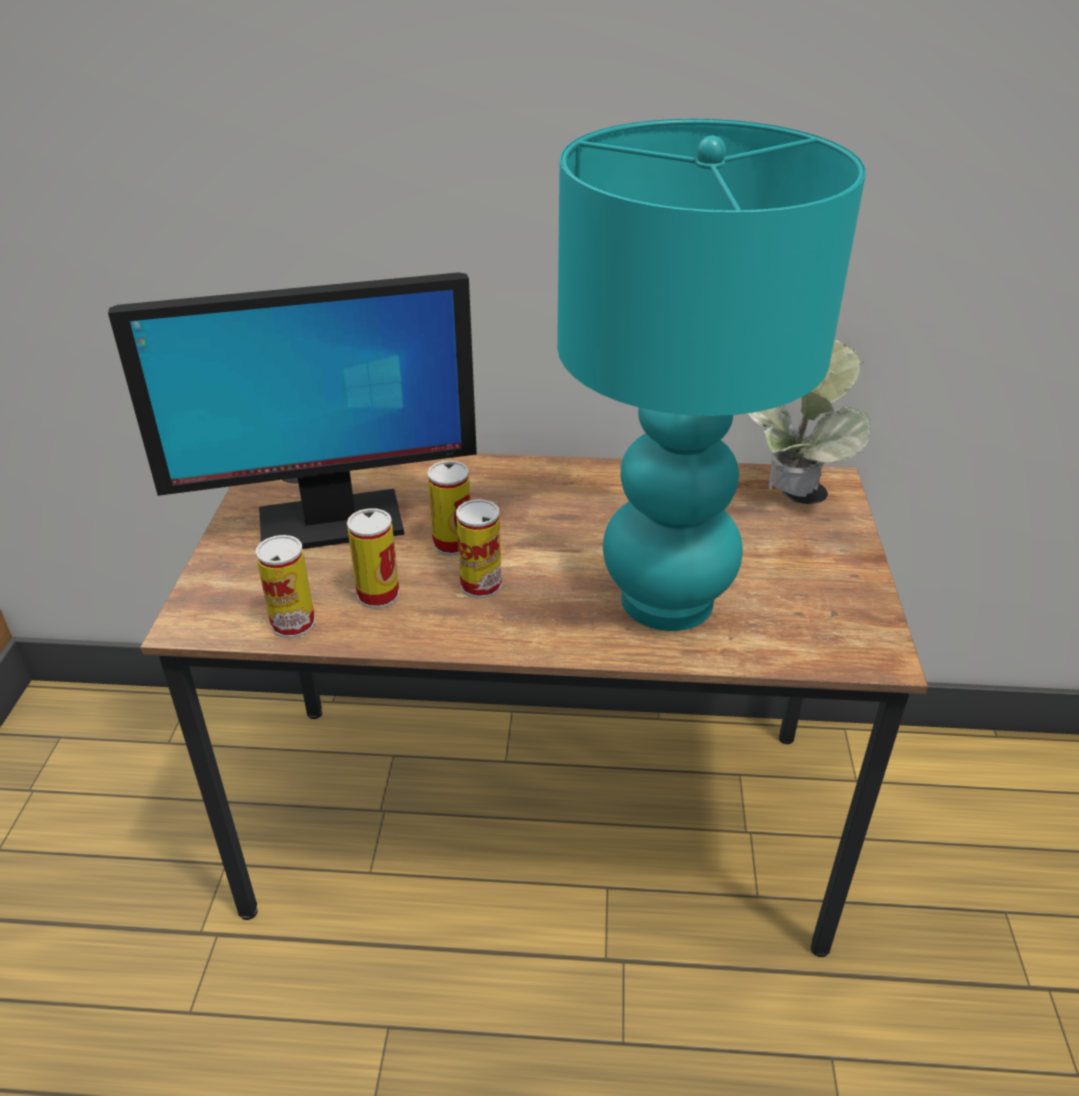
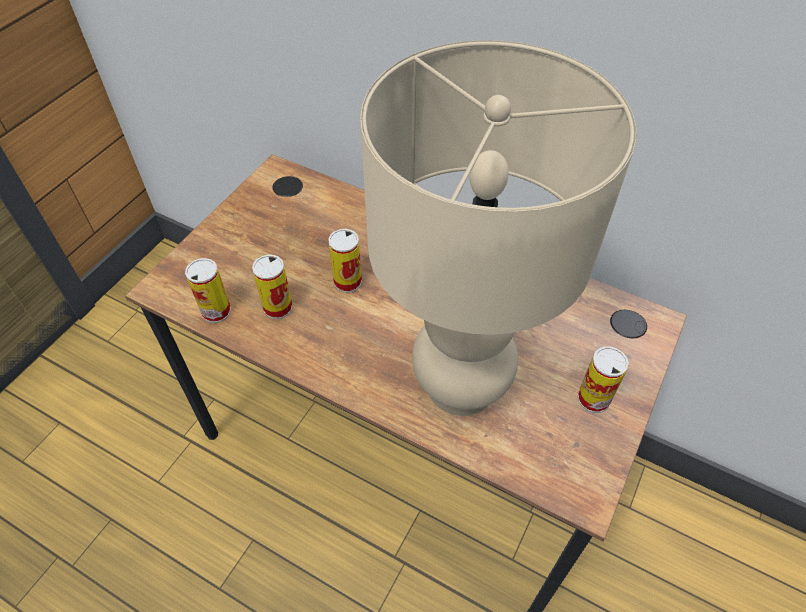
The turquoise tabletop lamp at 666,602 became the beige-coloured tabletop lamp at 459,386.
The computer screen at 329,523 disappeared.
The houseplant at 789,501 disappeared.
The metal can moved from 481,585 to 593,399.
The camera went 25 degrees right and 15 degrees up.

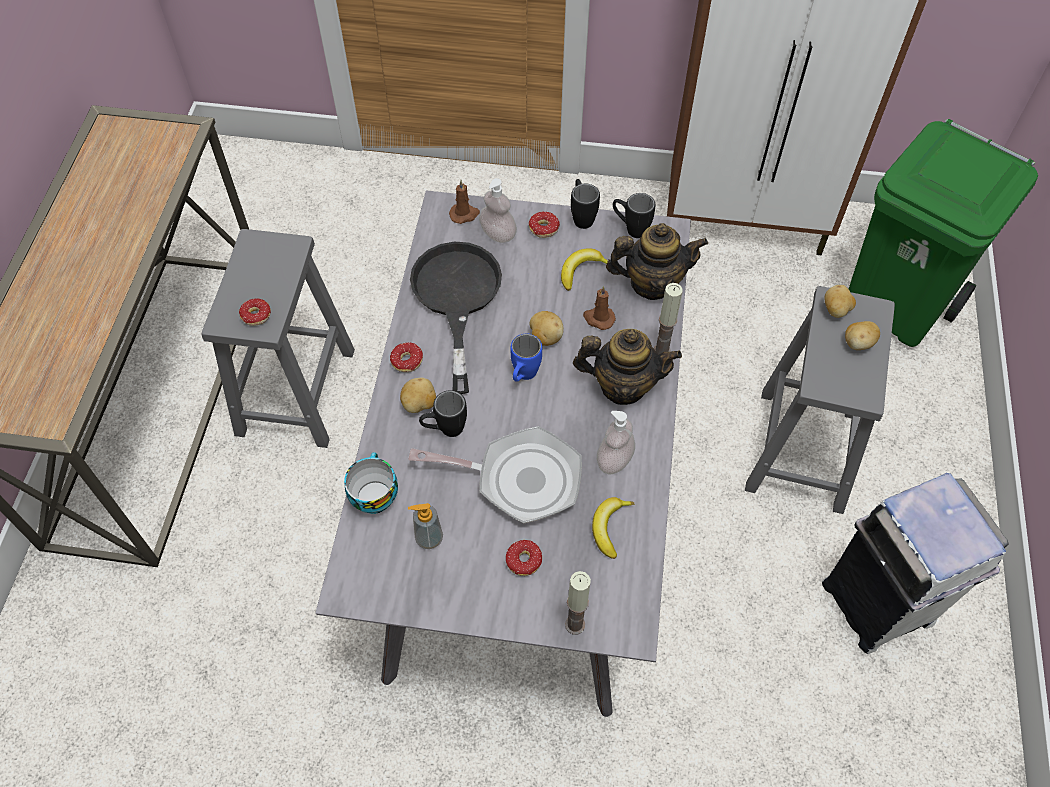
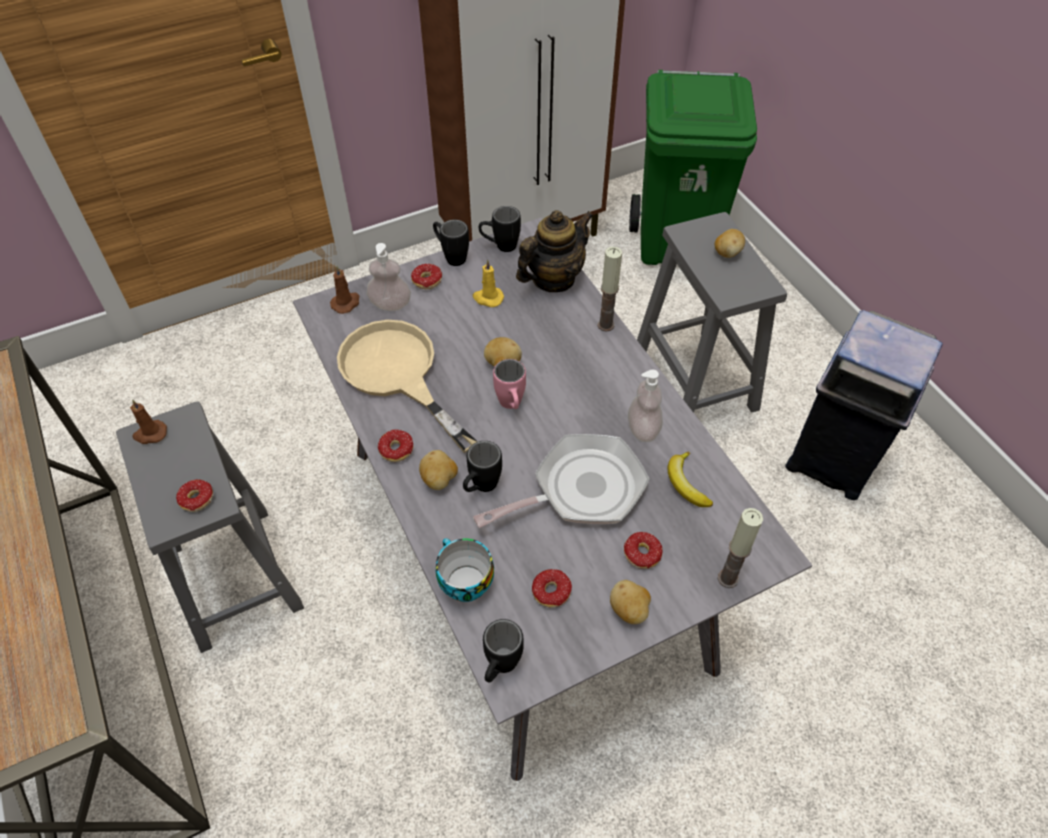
The black frying pan at 456,298 became the beige-coloured frying pan at 397,374.
The whole banana at 581,271 was replaced by the yellowish wax light at 487,298.
The spud moved from 836,310 to 629,610.
The brown wax light moved from 598,318 to 150,434.
The pot for tea at 623,385 disappeared.
The blue-coloured tea mug at 523,377 became the pink tea mug at 511,406.
The white trash can at 878,605 became the blue-coloured trash can at 834,460.
The soap dispenser at 429,538 was replaced by the donut at 545,587.
The black tea mug at 500,668 appeared.
The camera went 35 degrees left and 5 degrees down.

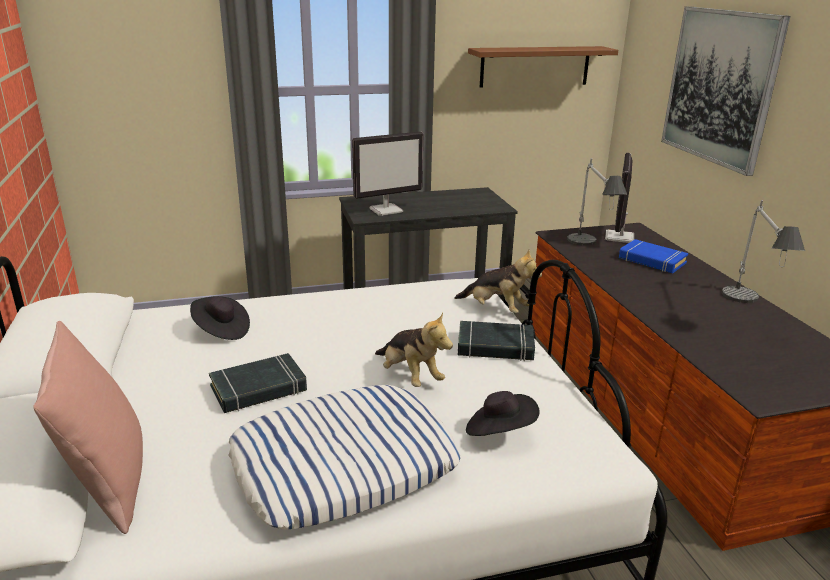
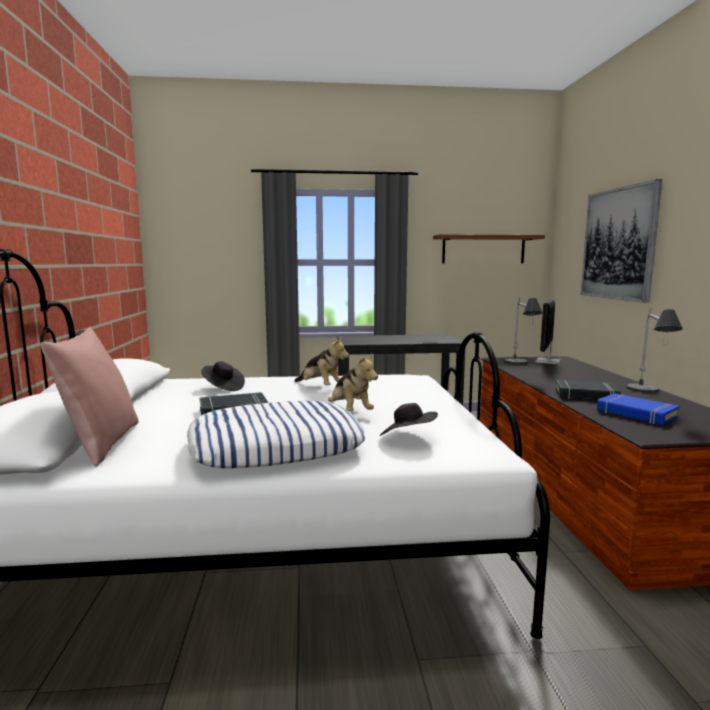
The computer screen at 386,210 disappeared.
The blue-coloured volume moved from 651,261 to 636,414.
The plush toy moved from 496,309 to 320,387.
The black volume moved from 495,347 to 586,395.
The camera went 10 degrees right and 15 degrees down.

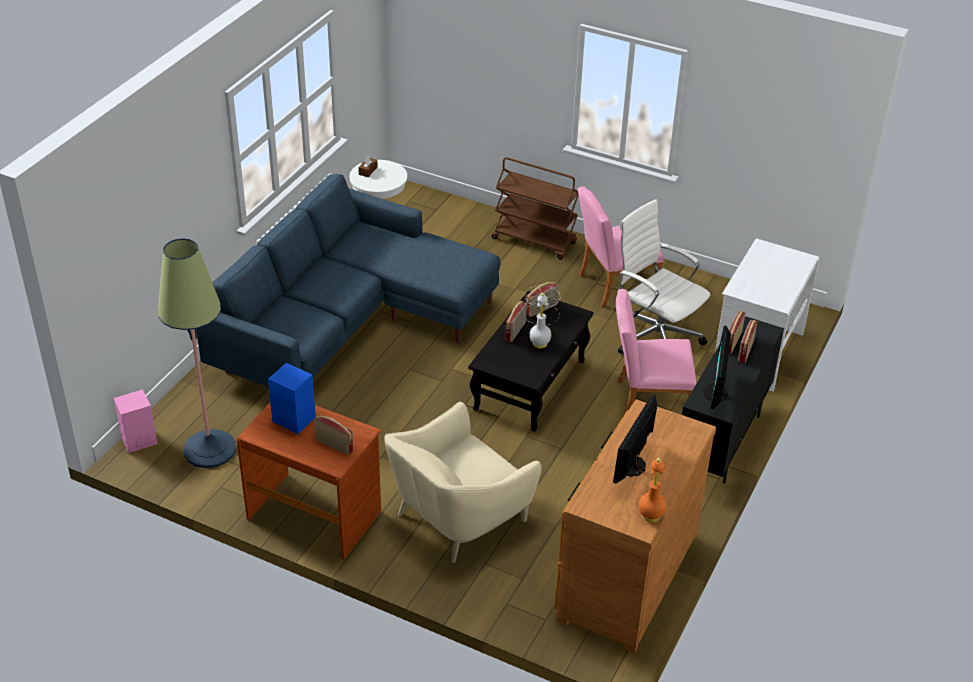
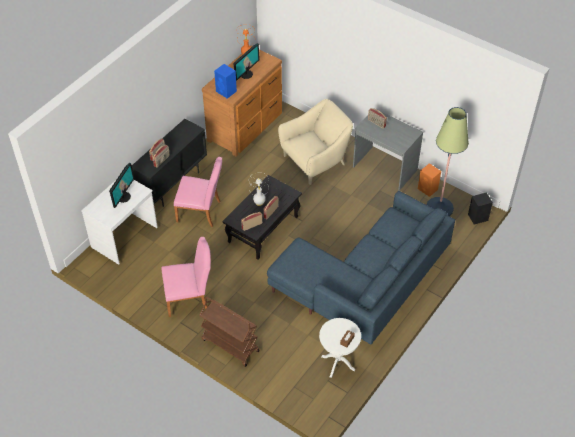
The white desk chair at 655,337 disappeared.
The computer screen moved from 716,393 to 123,197.
The blue-coloured audio speaker moved from 293,419 to 226,91.
The pink audio speaker at 138,440 became the black audio speaker at 478,217.
The brown desk at 315,514 became the greyish desk at 384,168.
The orangey audio speaker at 428,189 appeared.
The camera went 170 degrees left and 10 degrees up.

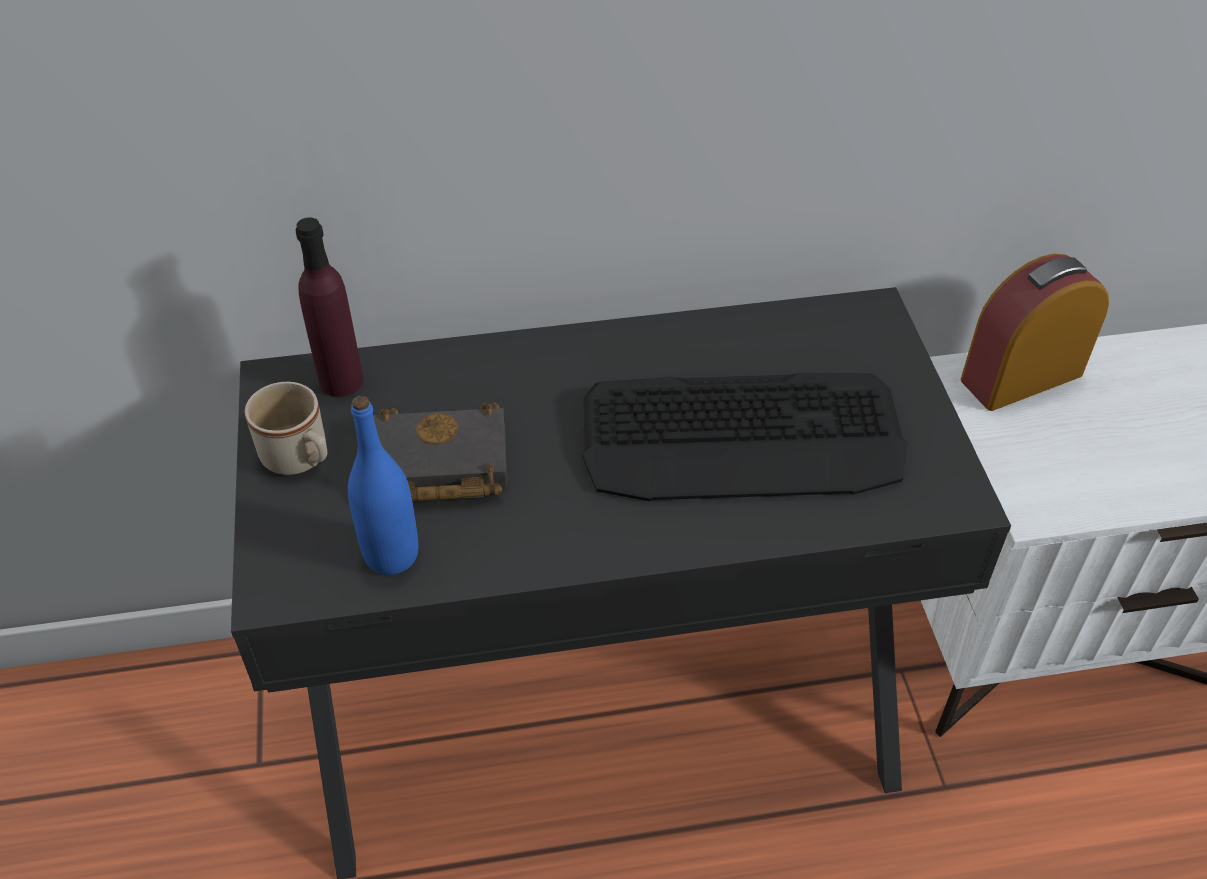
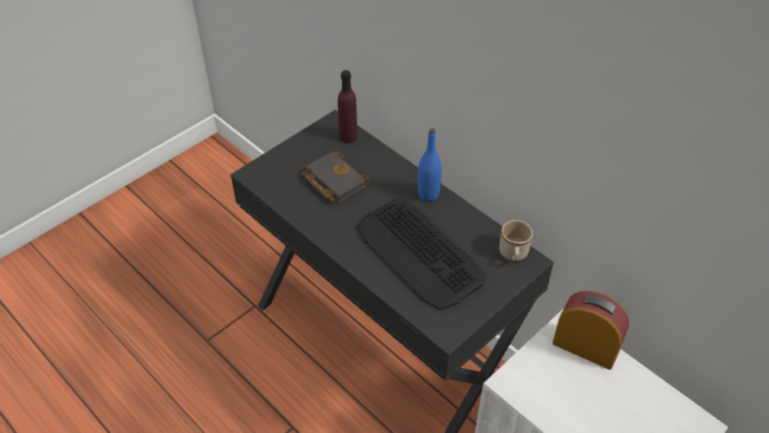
The beige-coloured tea mug moved from 301,459 to 513,255.
The blue-coloured beverage bottle moved from 391,555 to 428,194.
The camera went 55 degrees right and 0 degrees up.

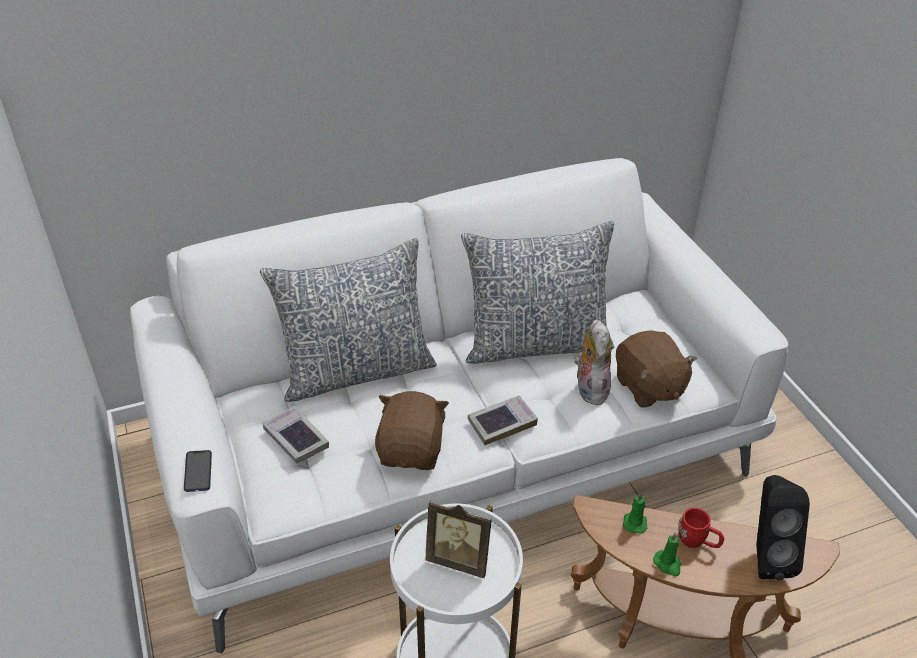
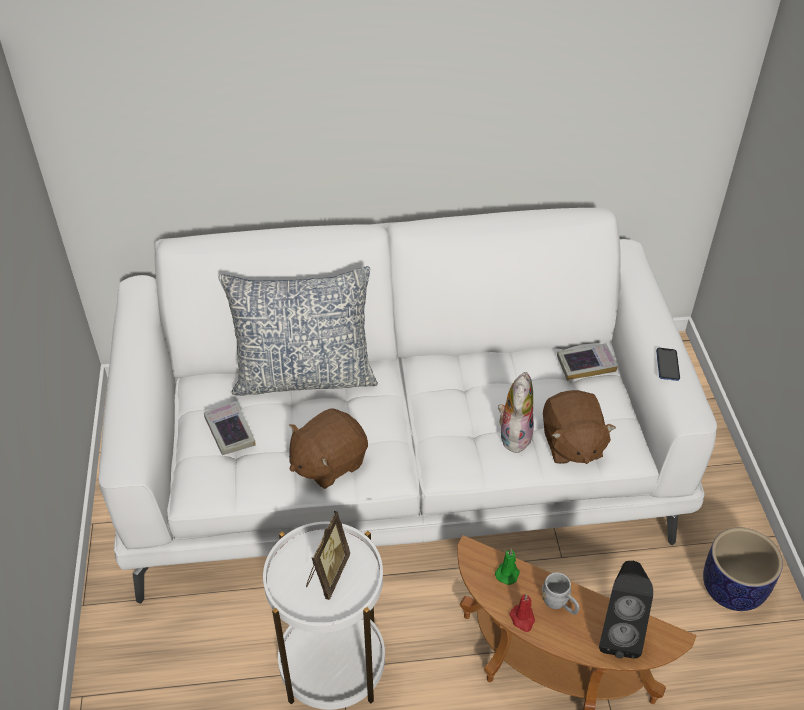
The throw pillow at 536,343 disappeared.
The brown plush toy at 412,450 turned 150 degrees counterclockwise.
The volume moved from 502,423 to 586,364.
The handset moved from 198,472 to 667,365.
The standing frame at 459,559 turned 105 degrees counterclockwise.
The red tea mug at 697,542 became the greyish tea mug at 559,604.
The green-coloured wax light at 668,564 became the red wax light at 522,619.
The planter at 731,588 appeared.
The camera went 15 degrees right and 5 degrees up.

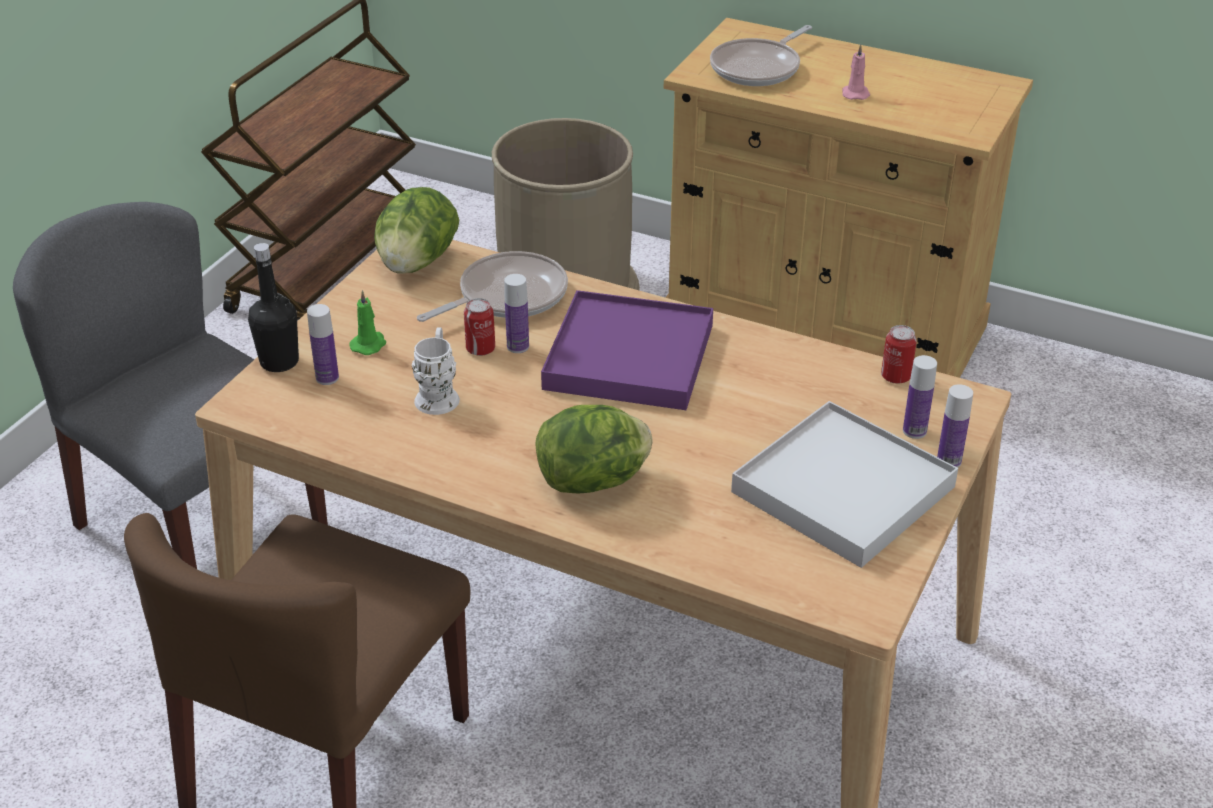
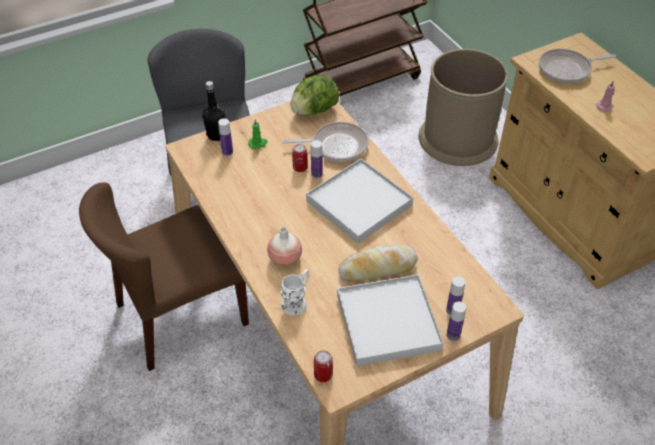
The purple-coloured carrying tray at 628,357 became the white carrying tray at 359,203.
The metal can moved from 895,376 to 323,375.
The white tea mug moved from 438,394 to 297,301.
The lettuce head at 594,481 was replaced by the flower vase at 285,258.
The bread at 377,268 appeared.
The camera went 35 degrees right and 10 degrees up.

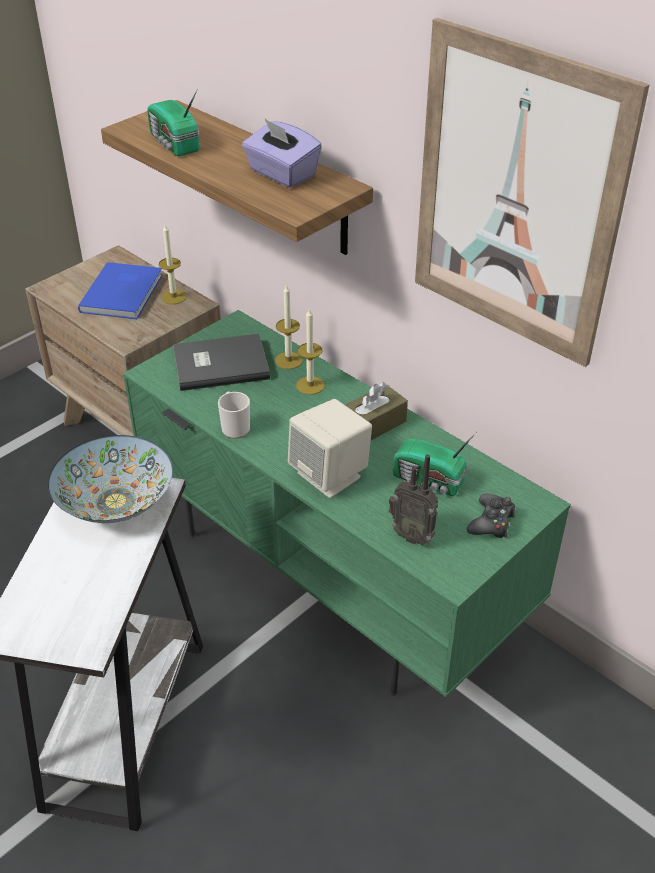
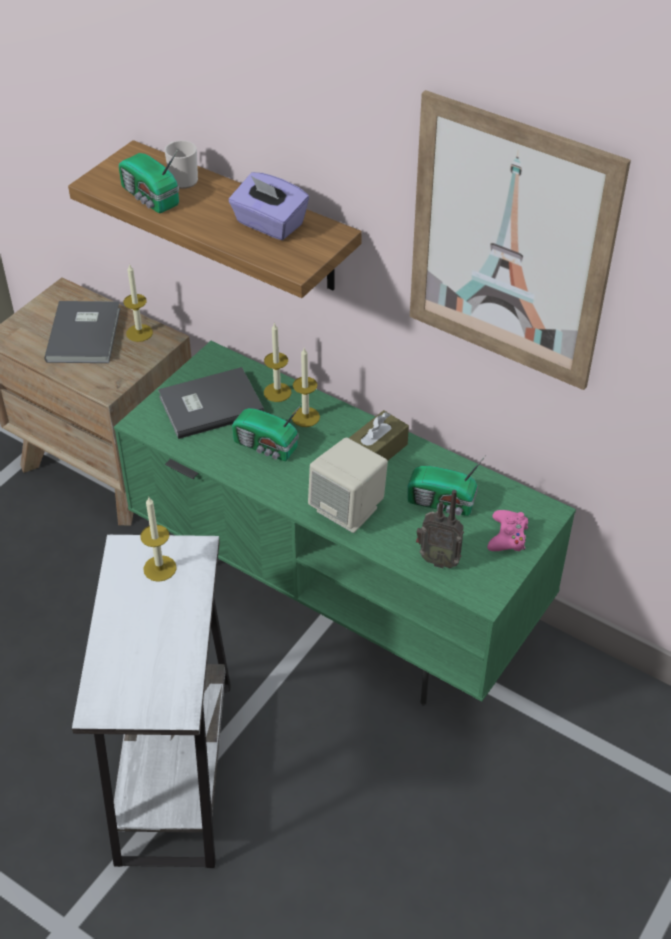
The blue-coloured volume at 124,293 became the greyish volume at 86,334.
The tea mug moved from 234,427 to 182,179.
The bowl at 115,502 was replaced by the wax light at 160,568.
The black game controller at 491,522 became the pink game controller at 507,536.
The radio set at 266,447 appeared.
The camera went 10 degrees left and 5 degrees up.

